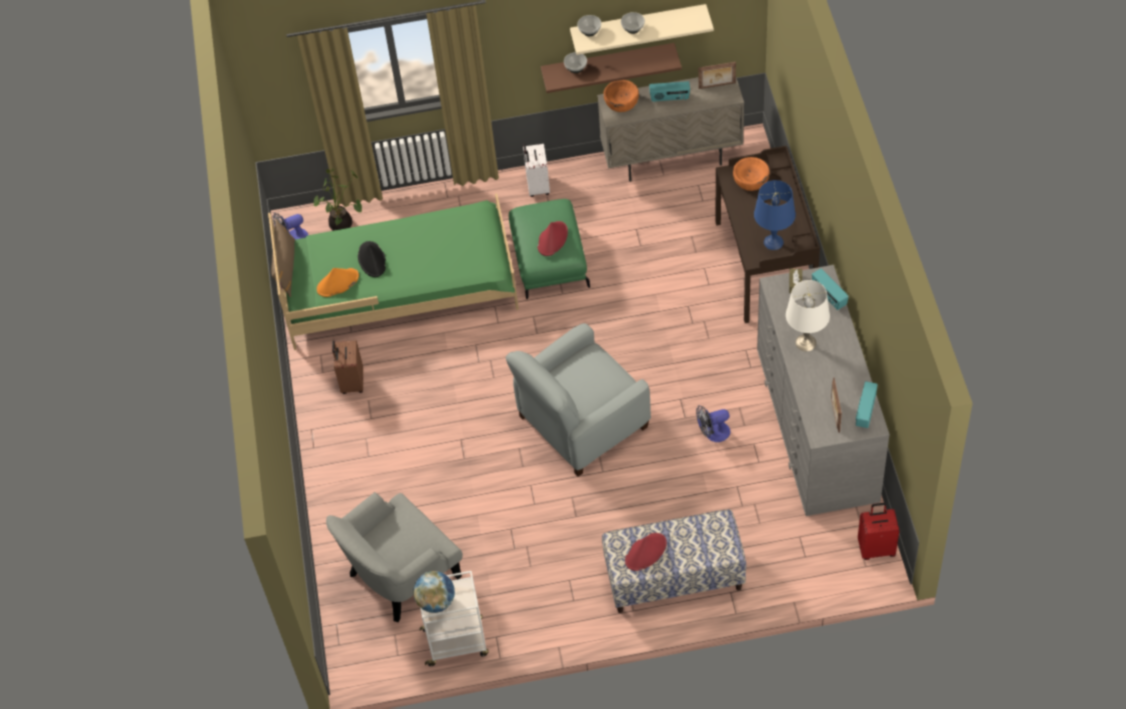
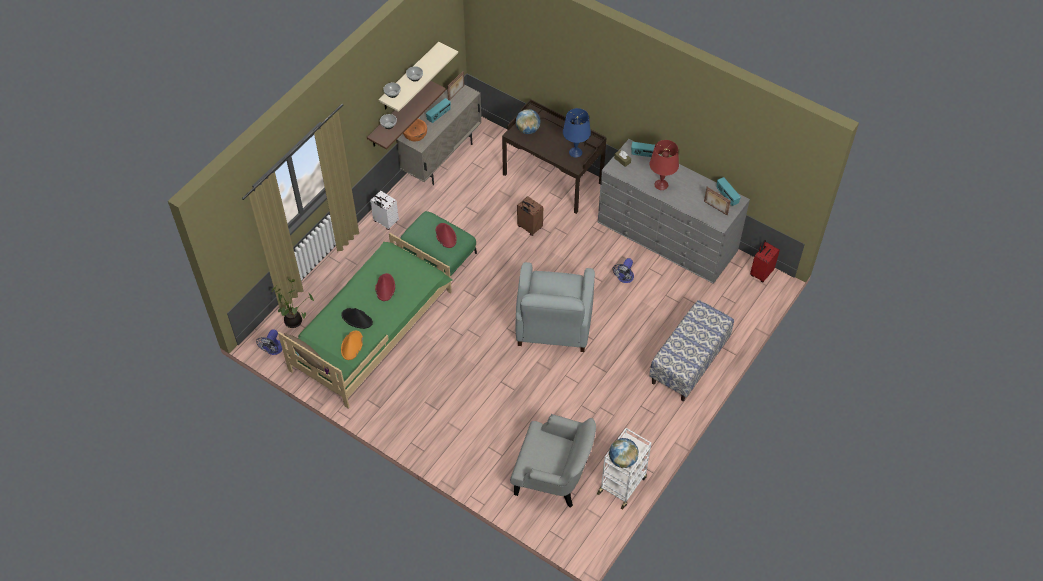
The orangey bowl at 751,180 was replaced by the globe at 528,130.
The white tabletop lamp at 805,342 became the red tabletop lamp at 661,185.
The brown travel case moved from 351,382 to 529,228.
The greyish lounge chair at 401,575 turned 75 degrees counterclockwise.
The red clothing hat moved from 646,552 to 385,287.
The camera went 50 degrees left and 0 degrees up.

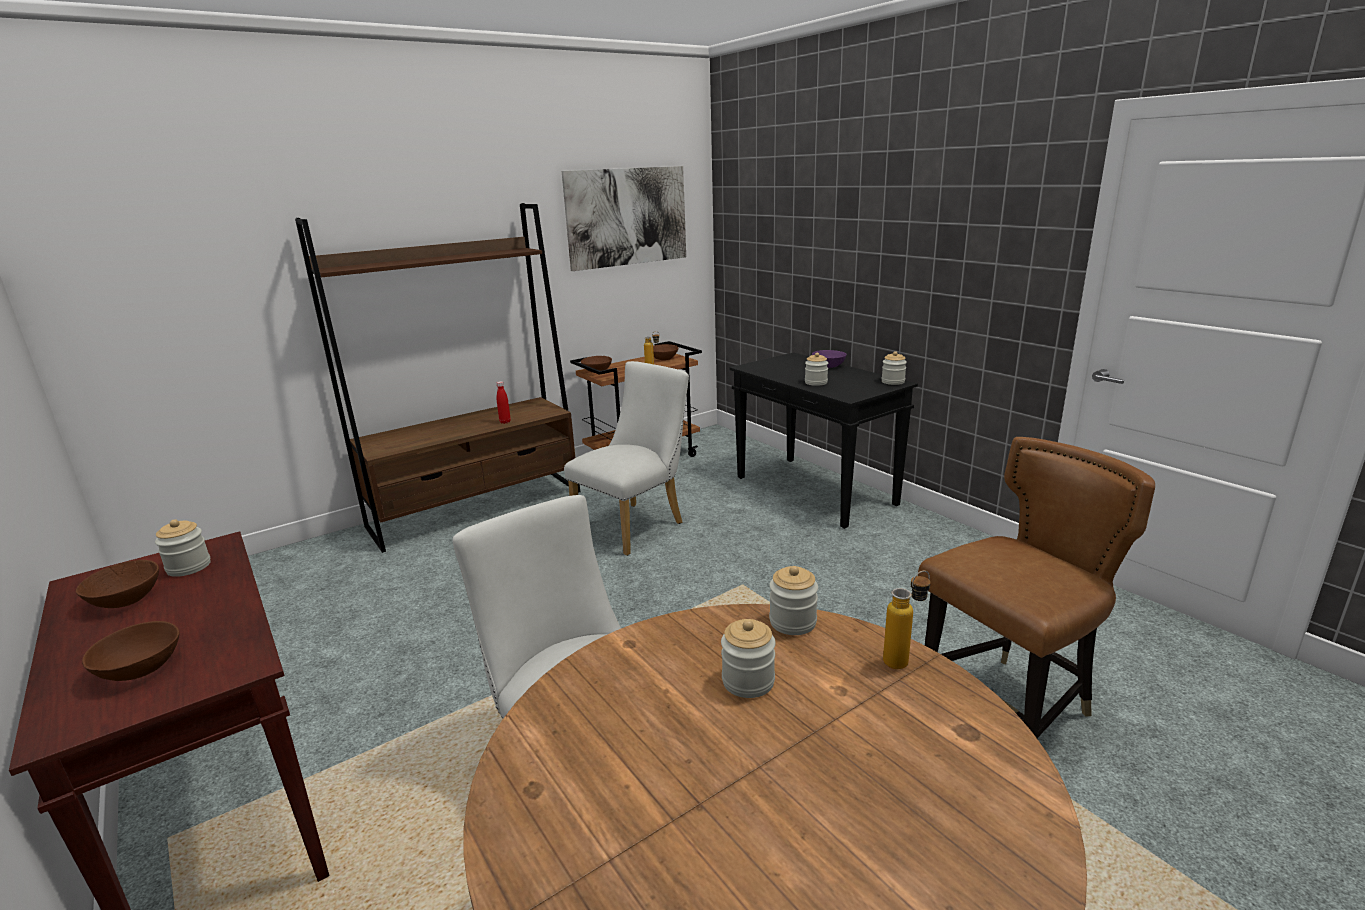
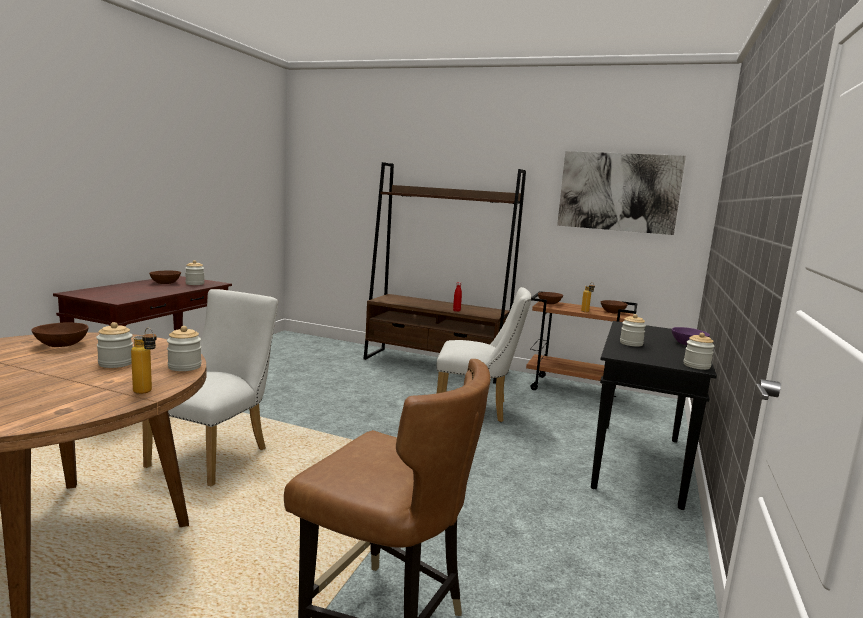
The brown bowl moved from 139,669 to 61,344.
The camera went 55 degrees right and 10 degrees down.

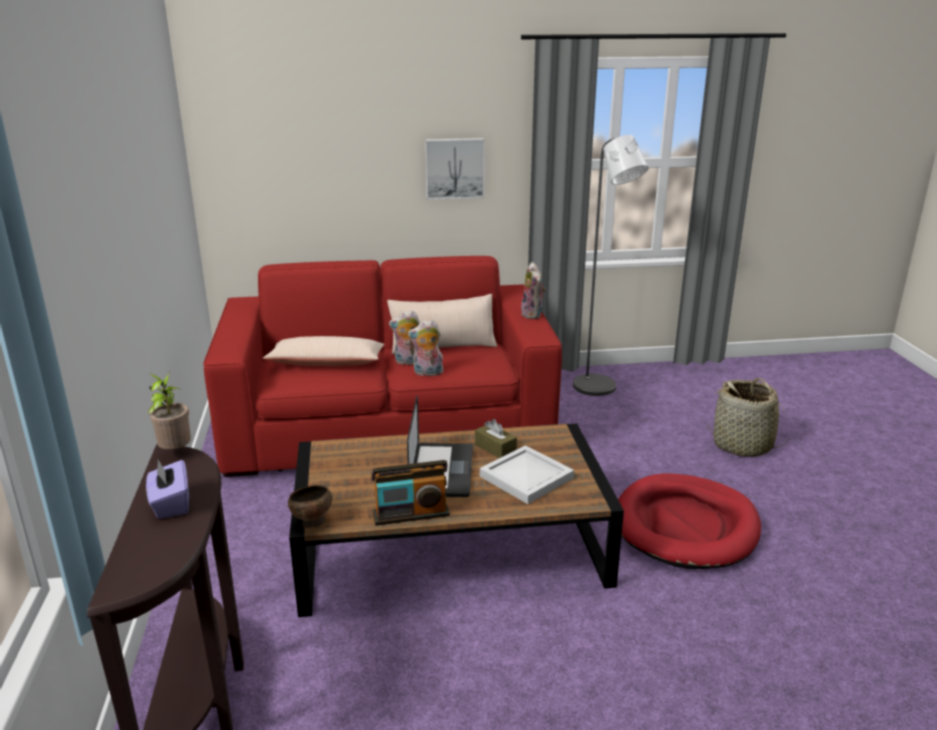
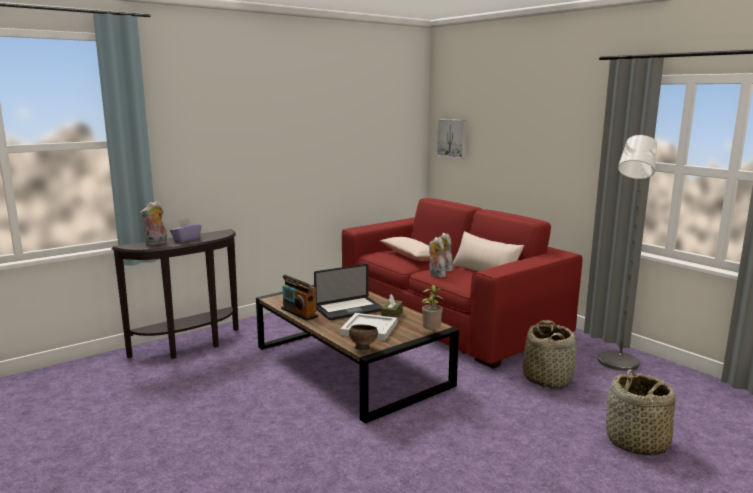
The wall picture moved from 454,168 to 452,138.
The plush toy moved from 533,315 to 156,243.
The houseplant moved from 175,452 to 431,333.
The red pet bed at 685,526 disappeared.
The brown bowl moved from 311,523 to 362,349.
The storage basket at 547,378 appeared.
The camera went 60 degrees right and 10 degrees down.

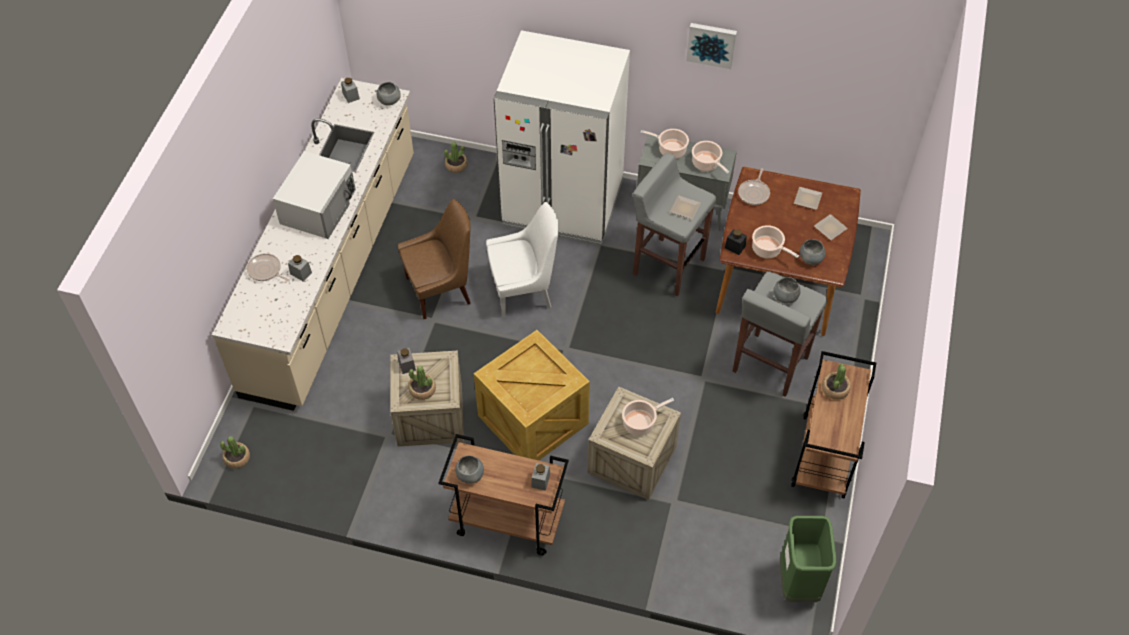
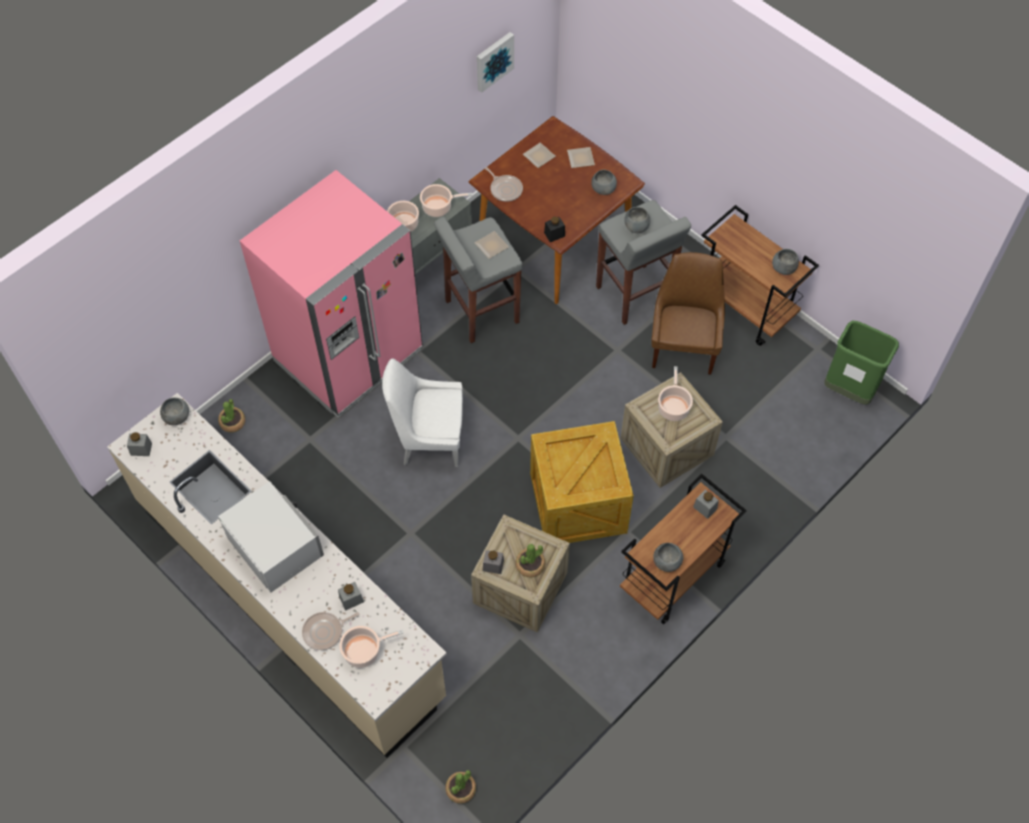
The wall picture moved from 711,44 to 493,61.
The white refrigerator at 562,203 became the pink refrigerator at 349,356.
The brown chair moved from 441,290 to 683,347.
The white chair at 524,290 turned 105 degrees counterclockwise.
The cooking pot moved from 768,250 to 364,651.
The houseplant at 835,389 disappeared.
The greyish bowl at 783,268 appeared.
The camera went 60 degrees left and 5 degrees up.

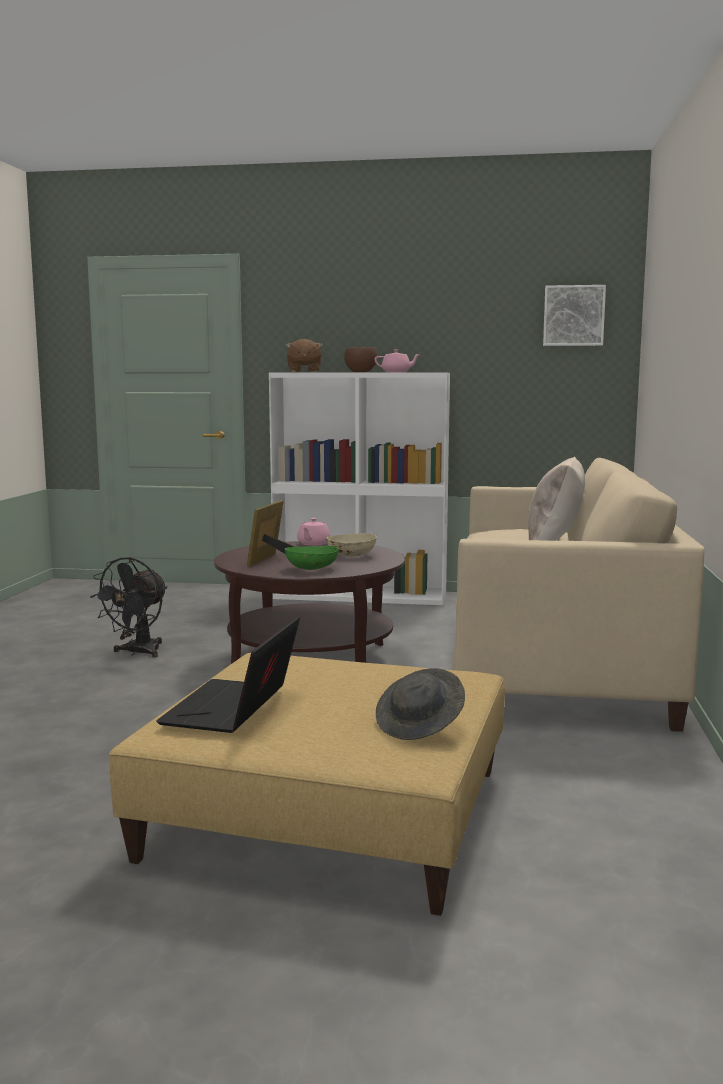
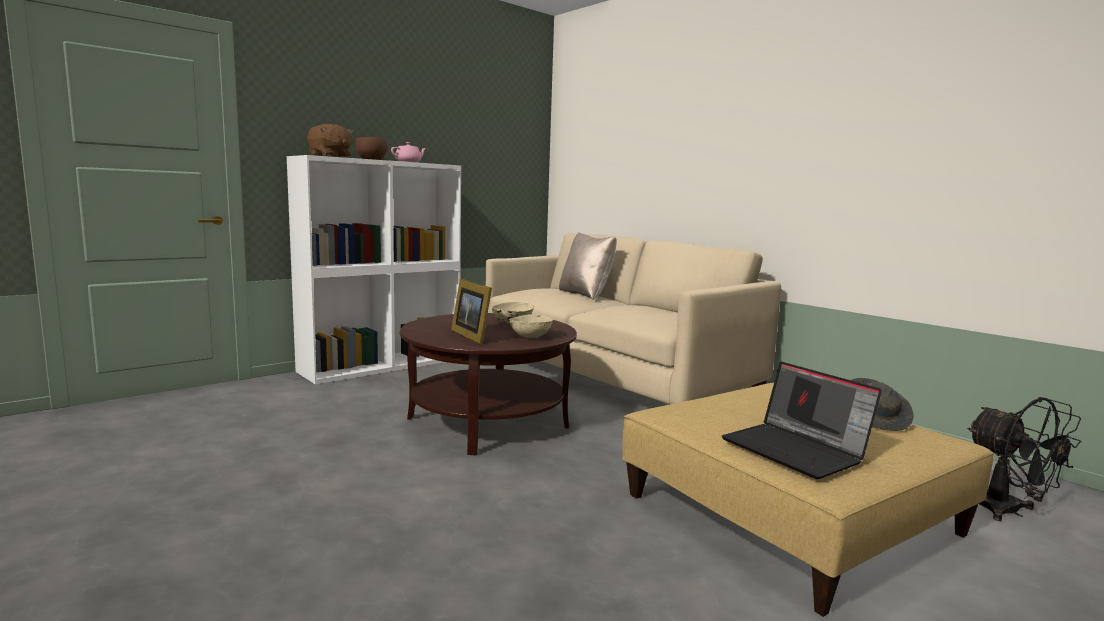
The wall picture at 573,315 disappeared.
The pink pot for tea at 313,544 disappeared.
The green-coloured bowl at 311,569 became the beige-coloured bowl at 530,336.
The black electric fan moved from 137,653 to 1008,511.
The camera went 50 degrees left and 0 degrees up.

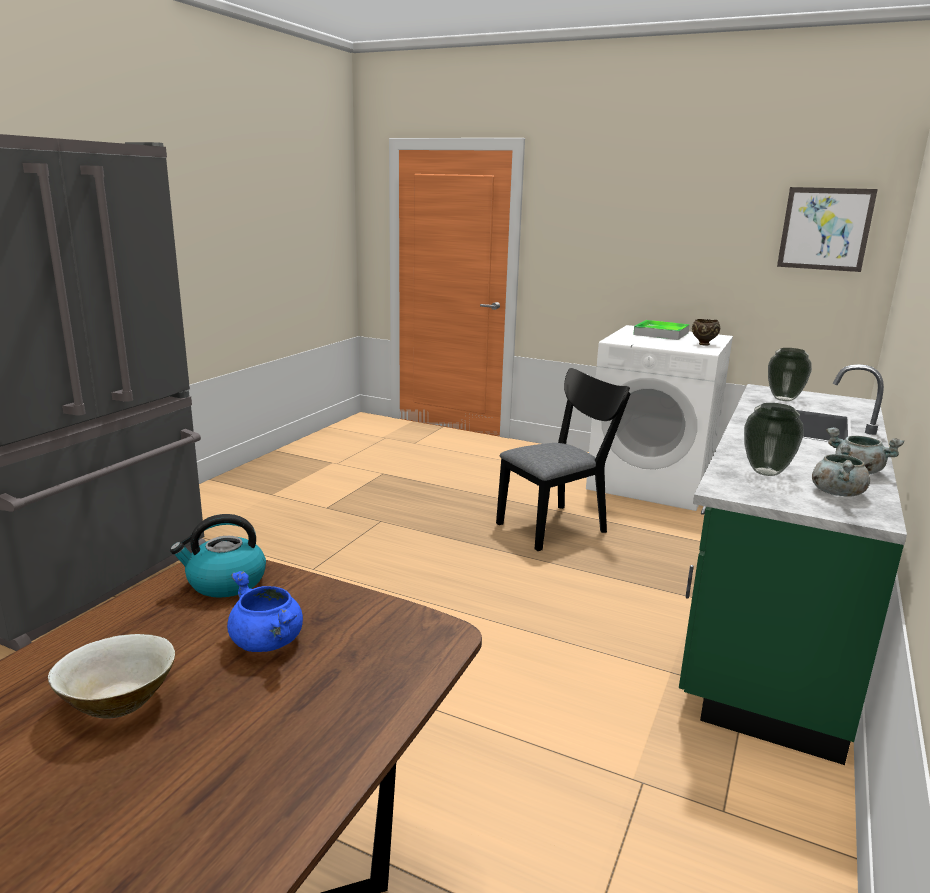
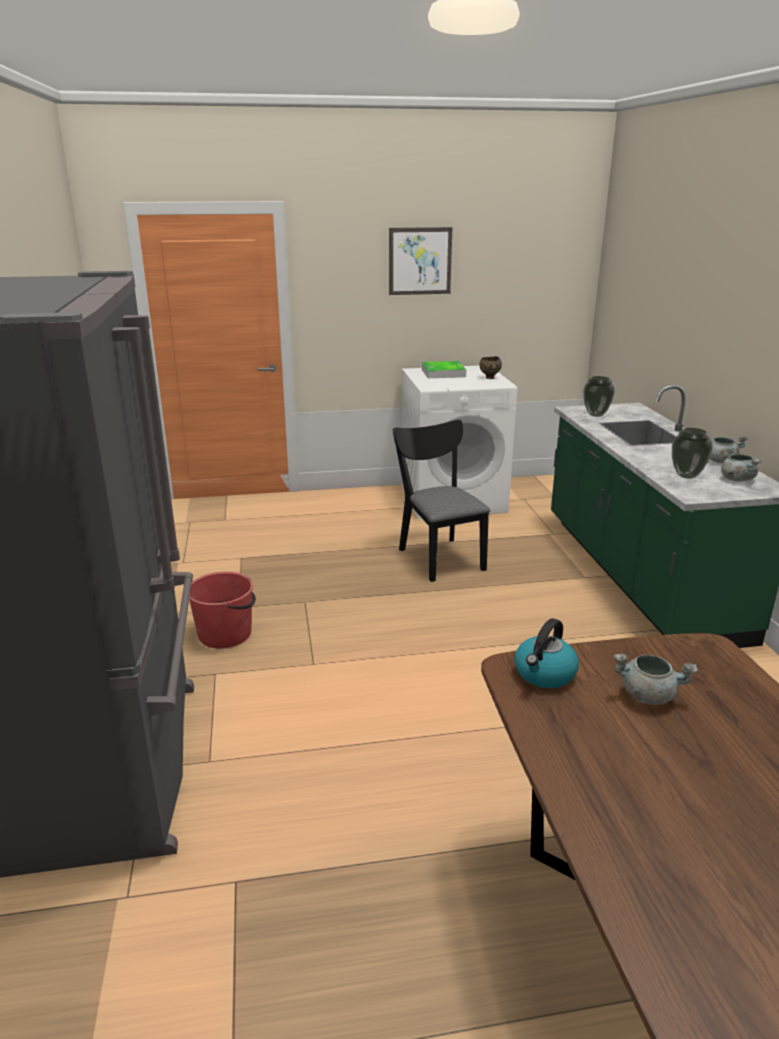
The wall picture moved from 825,229 to 420,261.
The black chair at 557,525 turned 45 degrees counterclockwise.
The blue-coloured cooking pot at 269,642 became the greyish cooking pot at 648,695.
The beige-coloured bowl at 119,700 disappeared.
The red pail at 226,634 appeared.
The camera went 35 degrees left and 5 degrees up.

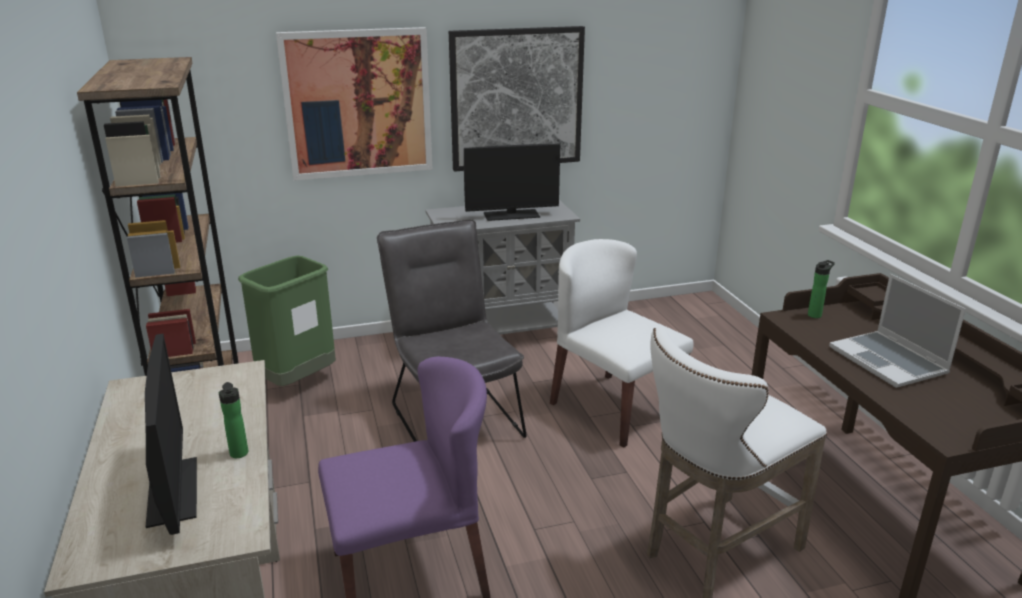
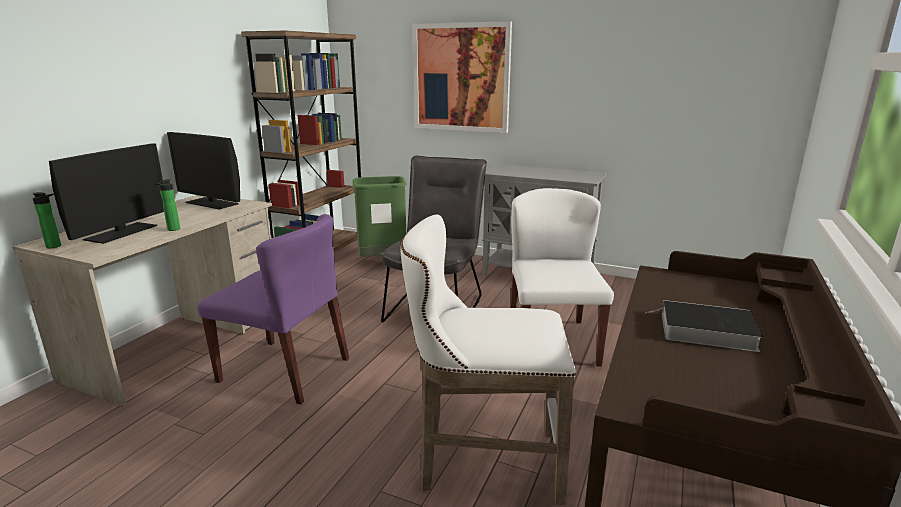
The wall picture at 516,98 disappeared.
The computer screen moved from 511,215 to 212,203.
The beverage bottle moved from 816,315 to 55,246.
The notebook computer at 889,361 was replaced by the volume at 704,331.
The camera went 40 degrees right and 5 degrees down.

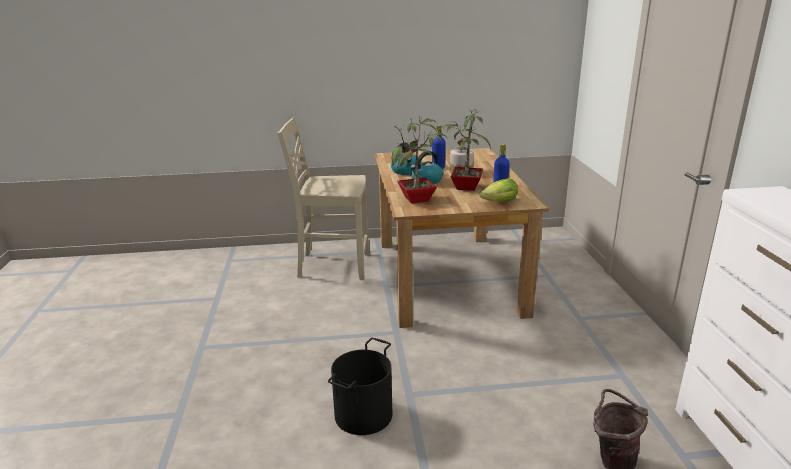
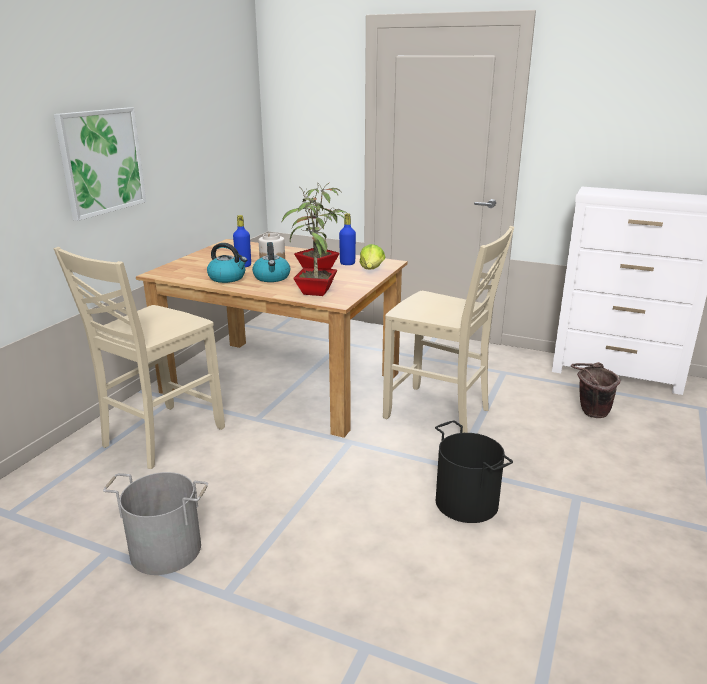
The wall picture at 101,161 appeared.
The beige-coloured chair at 439,413 appeared.
The greyish pail at 166,548 appeared.
The camera went 60 degrees left and 0 degrees up.

